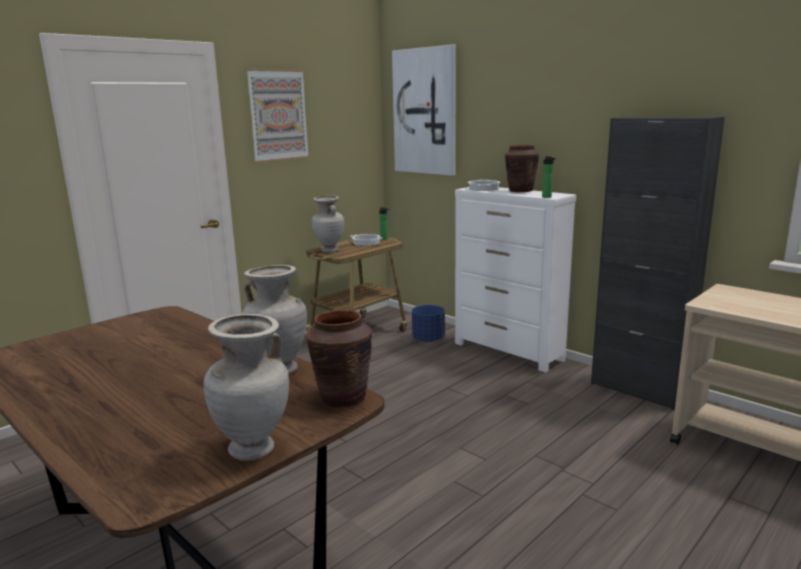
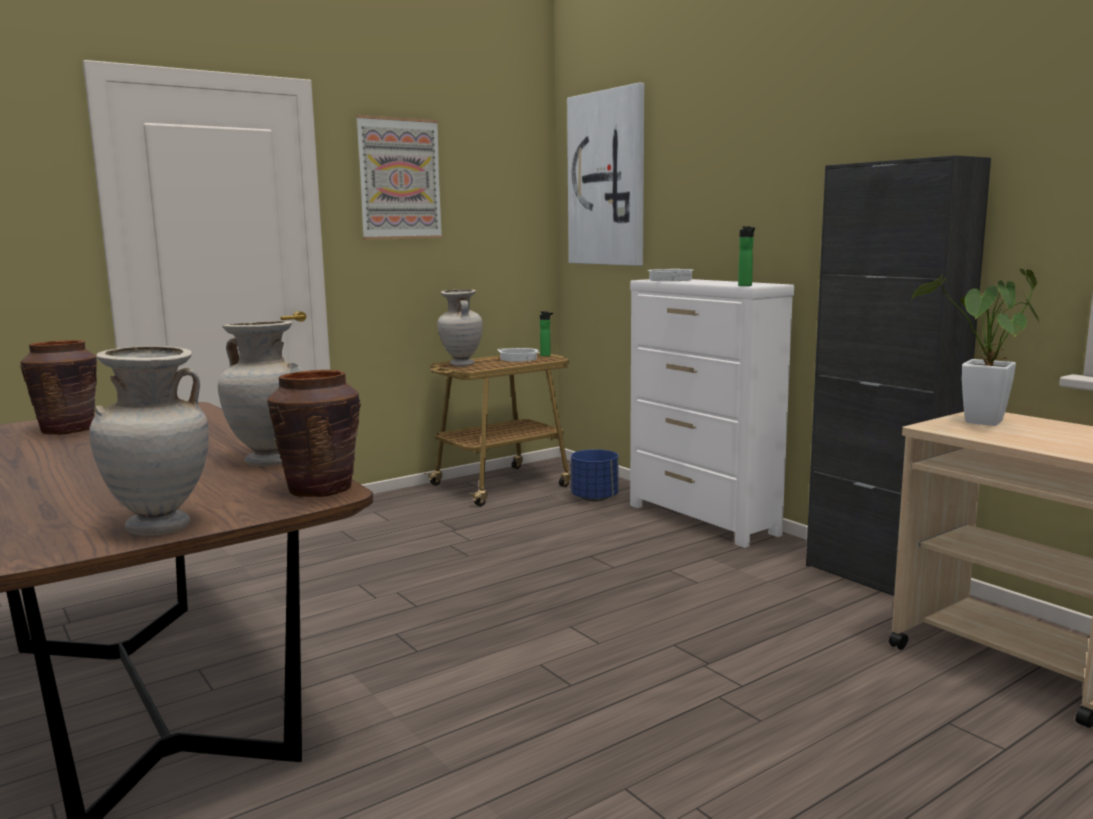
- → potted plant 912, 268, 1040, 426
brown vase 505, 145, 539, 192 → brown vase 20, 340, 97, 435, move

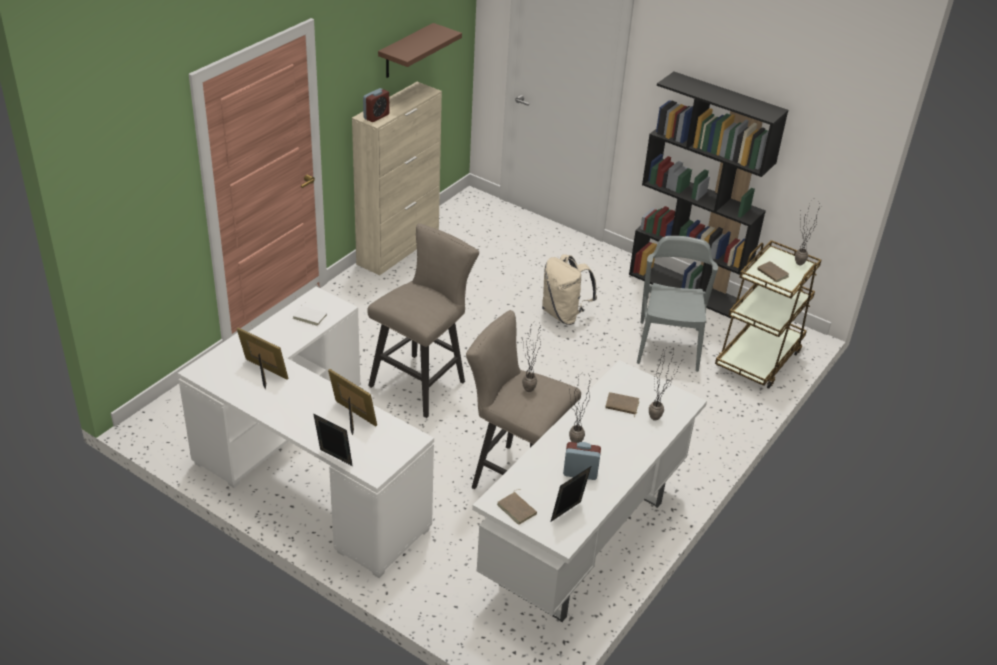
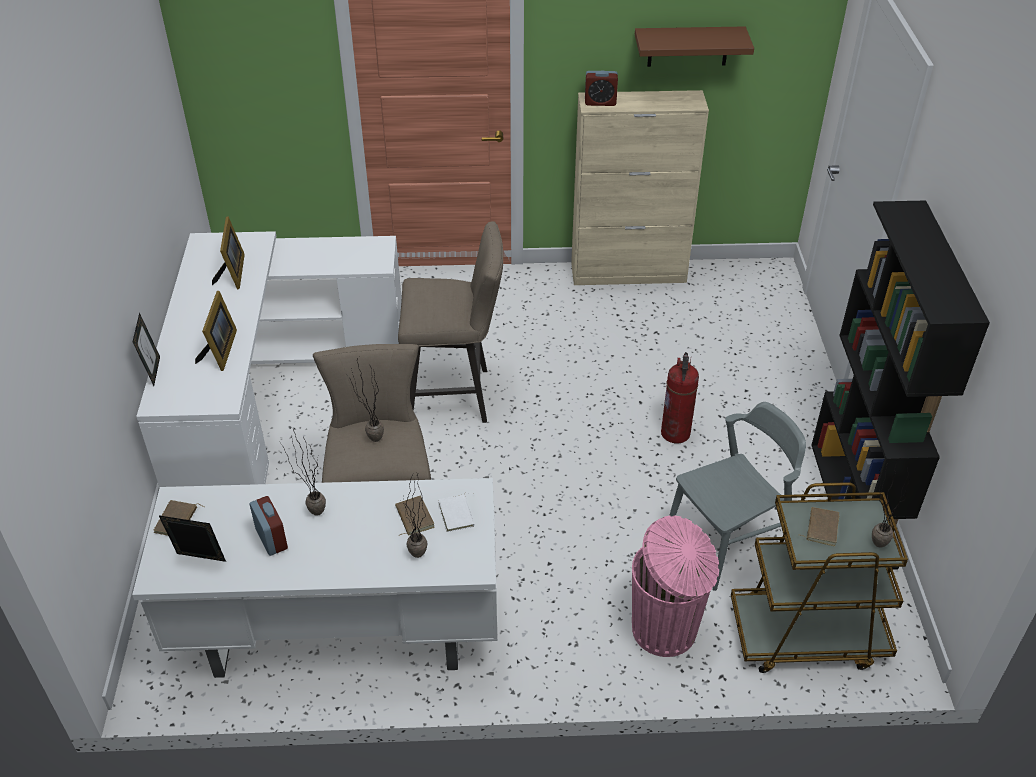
- → pink trash can 632, 515, 719, 657
white book 293, 305, 327, 326 → white book 438, 492, 474, 532, move
beige backpack 542, 254, 597, 325 → fire extinguisher 661, 352, 699, 443

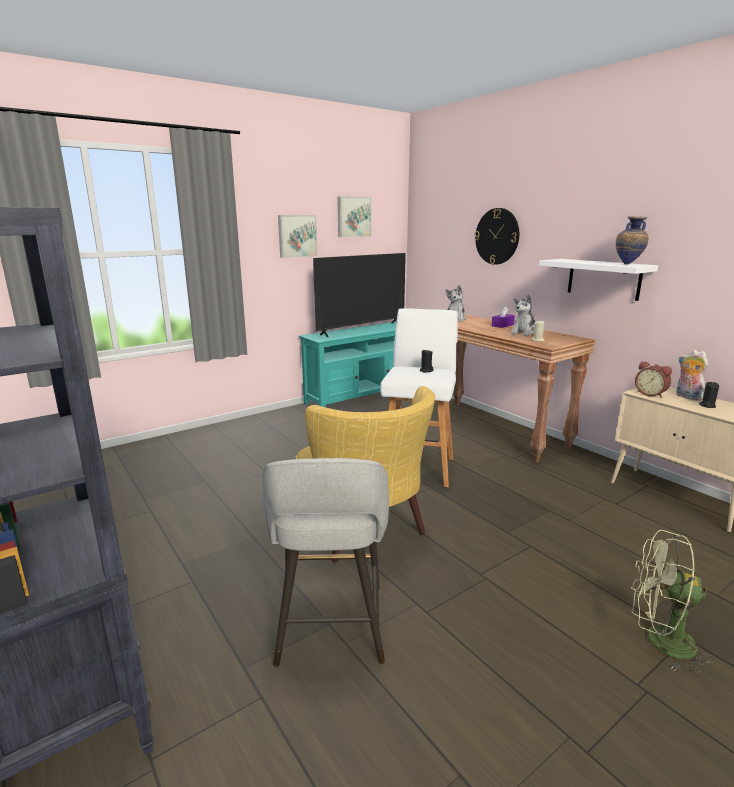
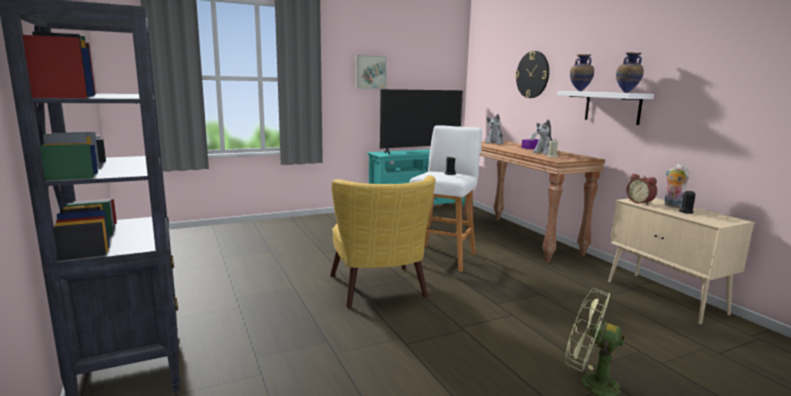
grey stool 262, 458, 389, 667 → -
picture 337, 197, 371, 237 → -
- → vase 570, 54, 594, 91

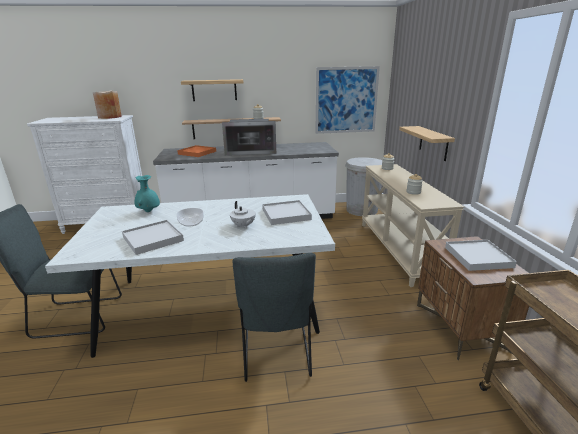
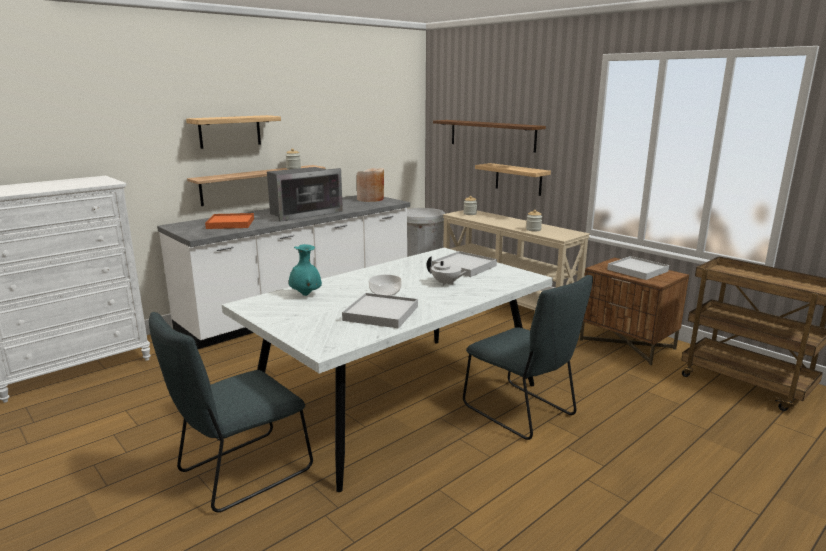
picture 315, 66, 380, 134 → -
- → shelf 433, 120, 546, 153
beige vase 93, 90, 122, 119 → beige vase 357, 168, 384, 202, move

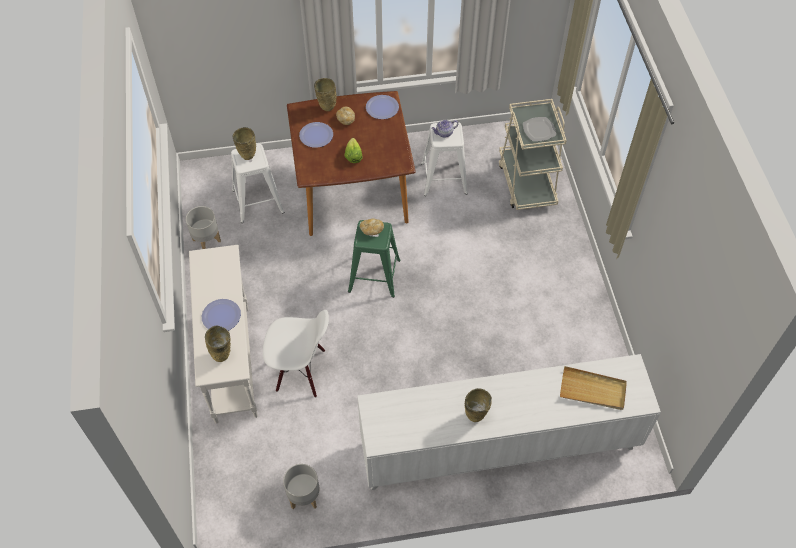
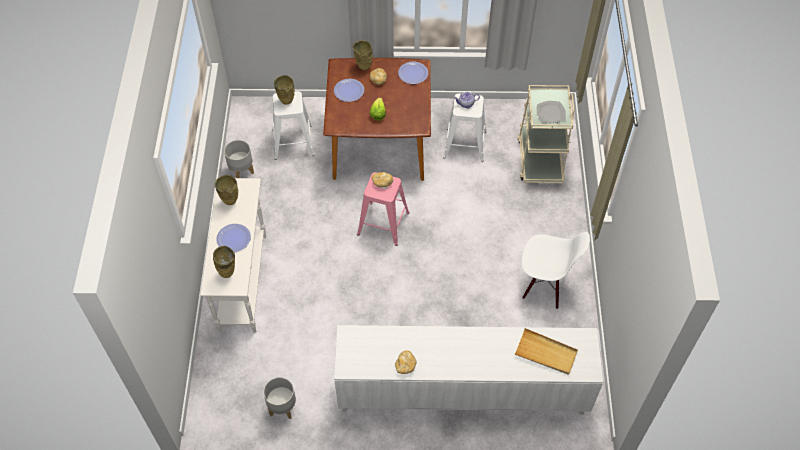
- → bread 395, 350, 417, 374
white chair 263, 310, 329, 398 → white chair 521, 232, 590, 309, move
beige vase 465, 388, 492, 422 → beige vase 215, 175, 238, 205, move
green stool 348, 220, 401, 298 → pink stool 357, 172, 410, 246

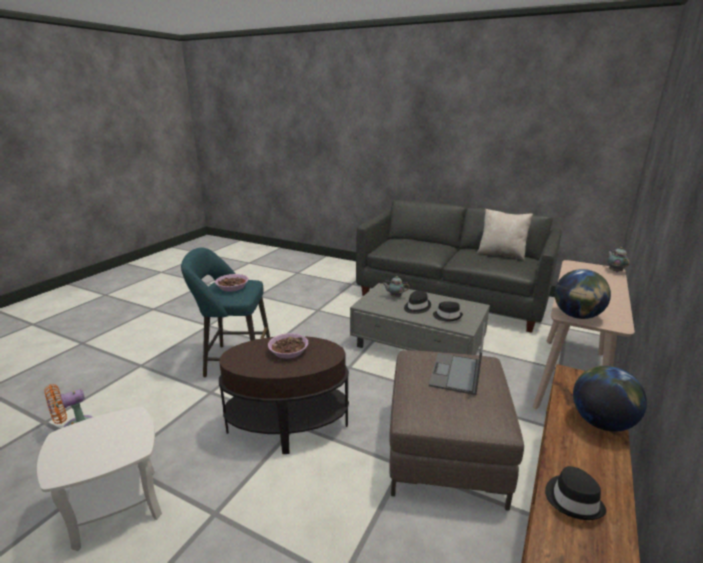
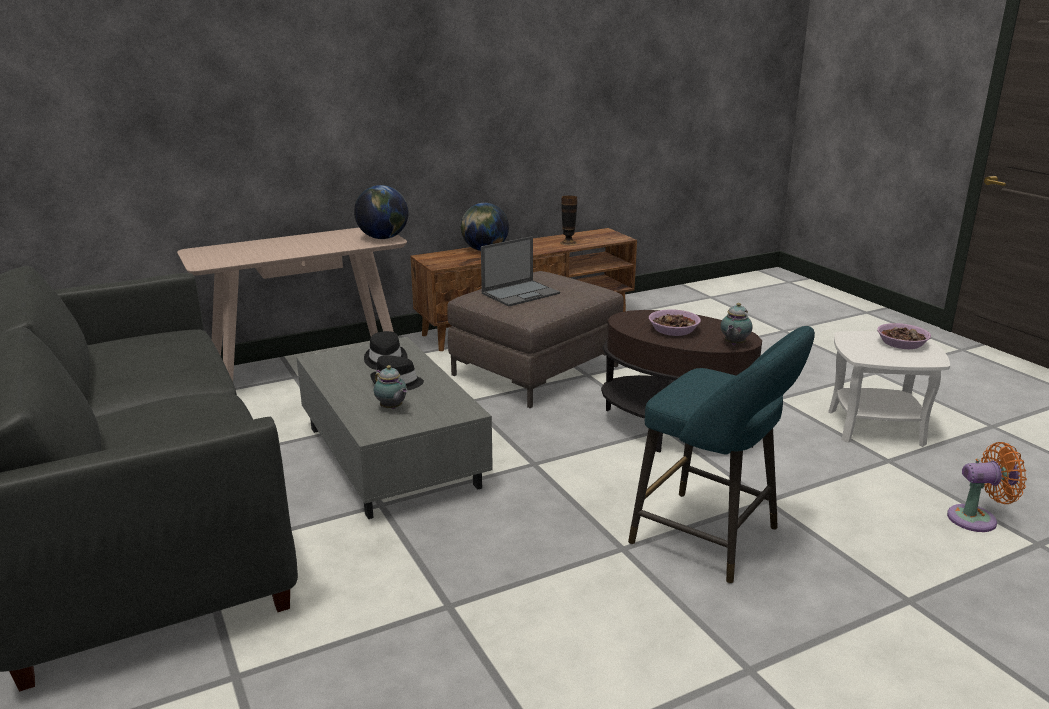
beige pillow 477, 209, 533, 260 → -
bowl 215, 274, 248, 292 → bowl 877, 323, 931, 349, move
teapot 607, 247, 629, 272 → teapot 721, 303, 753, 345, move
black hat 545, 466, 606, 520 → vase 560, 196, 577, 246

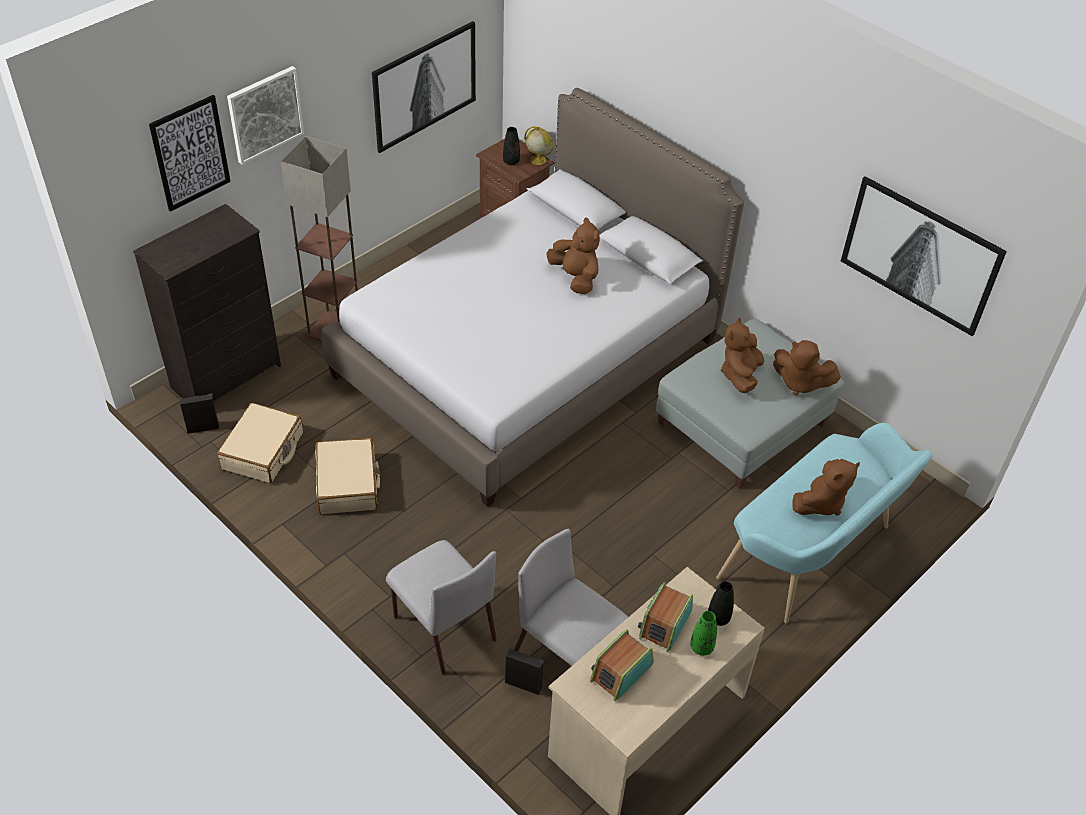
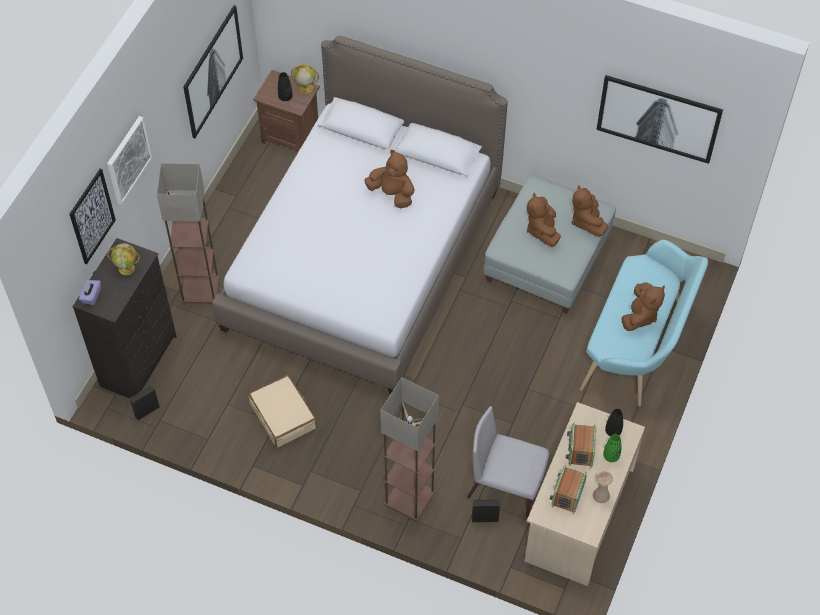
beige suitcase 217, 403, 303, 483 → -
- → purple tissue box 79, 280, 101, 305
- → globe 107, 243, 140, 275
- → beige vase 593, 471, 613, 503
grey chair 386, 540, 497, 675 → floor lamp 381, 377, 439, 521
brown plush toy 773, 340, 841, 396 → brown plush toy 572, 185, 608, 237, 75 degrees clockwise

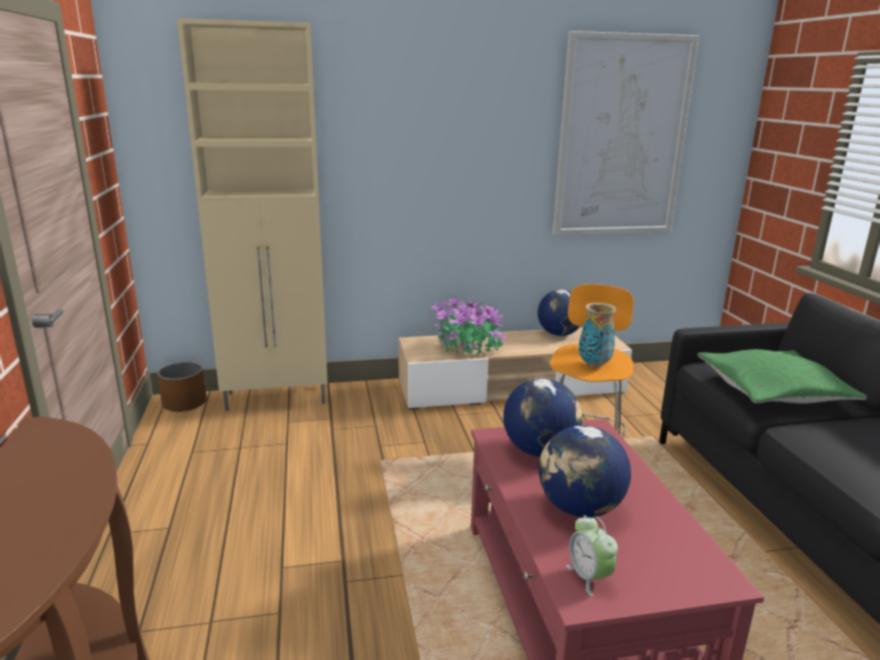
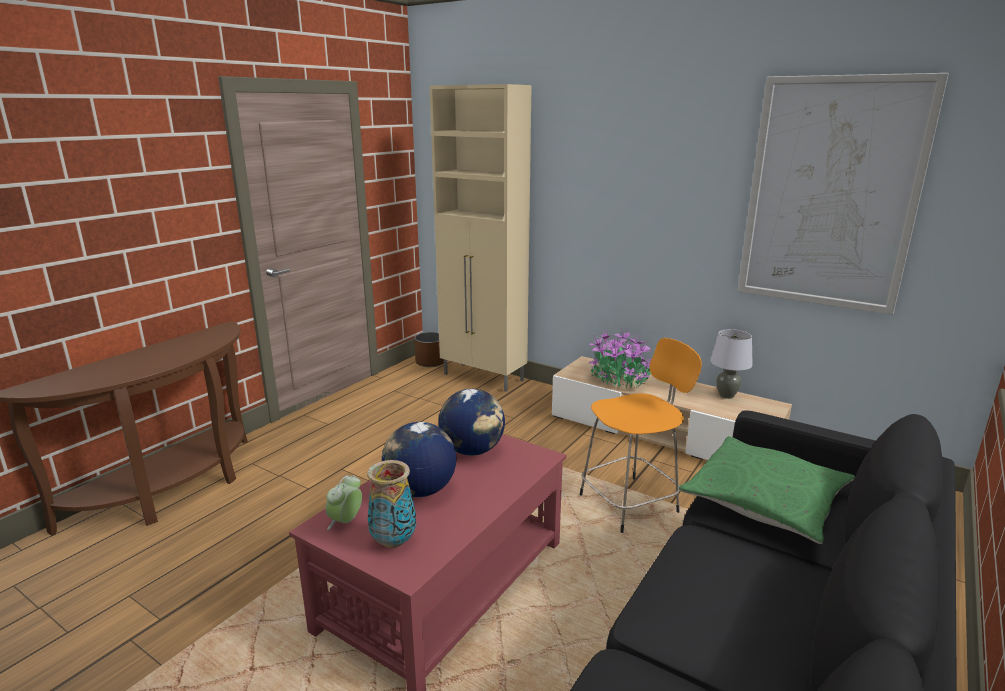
vase 579, 303, 616, 368 → vase 367, 460, 416, 548, move
globe 538, 289, 580, 336 → grey table lamp 711, 329, 753, 399

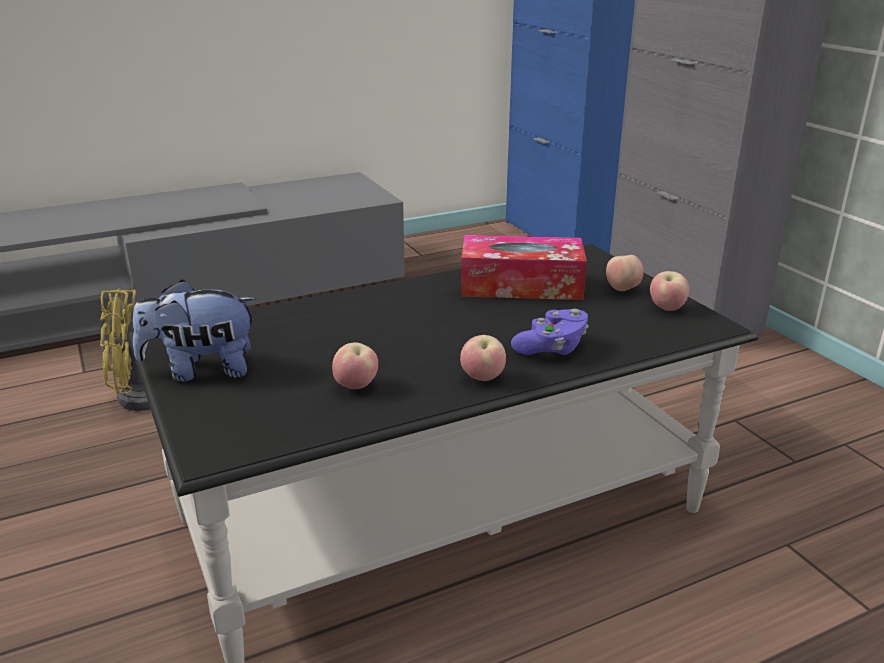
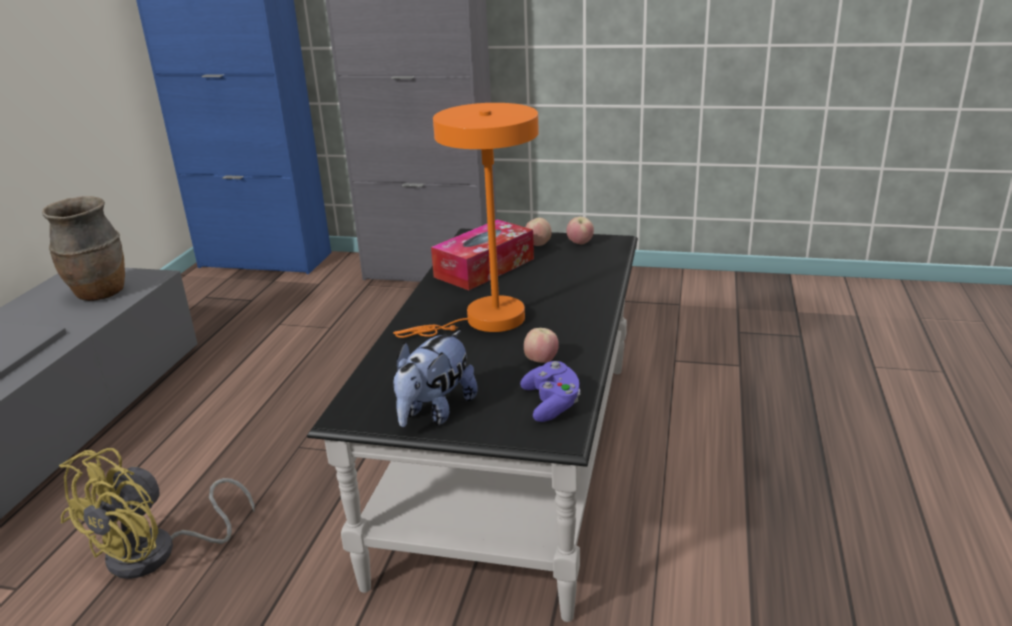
apple 460, 335, 506, 381 → -
- → brown vase 42, 196, 125, 301
- → orange table lamp 393, 103, 539, 338
purple game controller 511, 309, 589, 355 → purple game controller 520, 361, 580, 422, move

